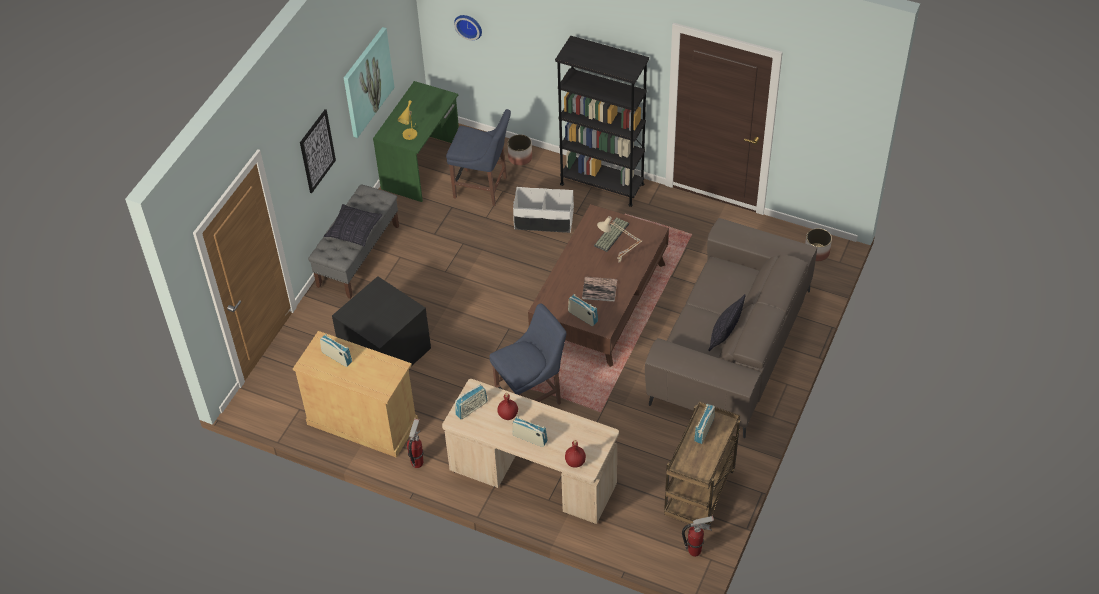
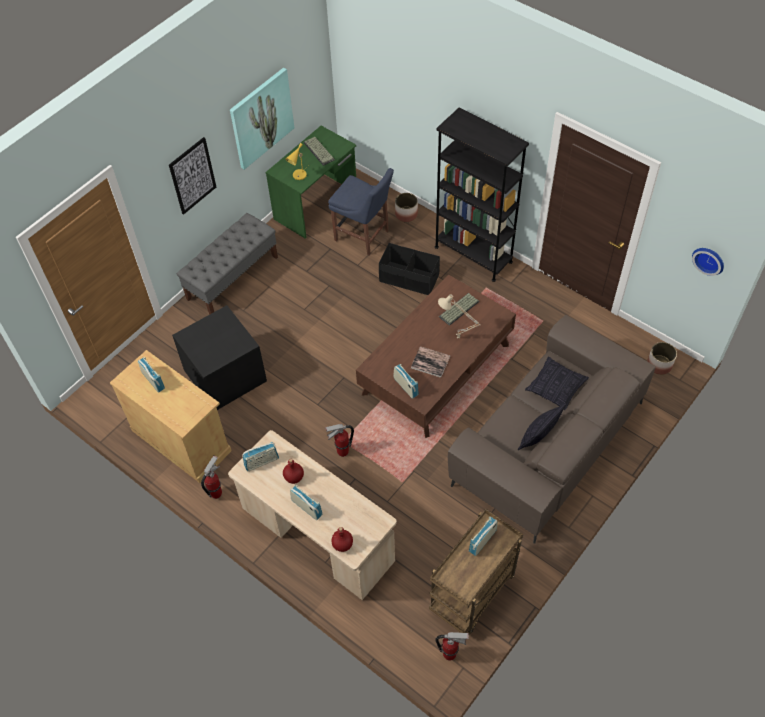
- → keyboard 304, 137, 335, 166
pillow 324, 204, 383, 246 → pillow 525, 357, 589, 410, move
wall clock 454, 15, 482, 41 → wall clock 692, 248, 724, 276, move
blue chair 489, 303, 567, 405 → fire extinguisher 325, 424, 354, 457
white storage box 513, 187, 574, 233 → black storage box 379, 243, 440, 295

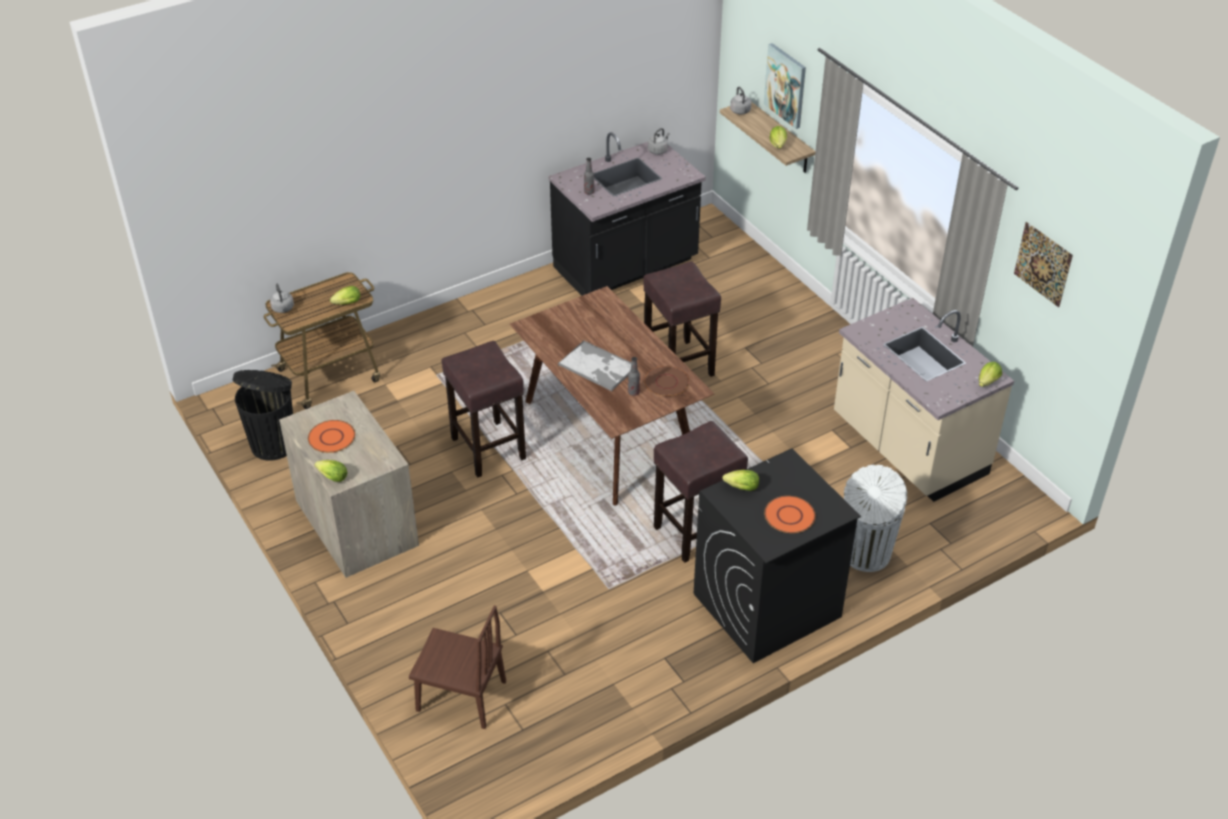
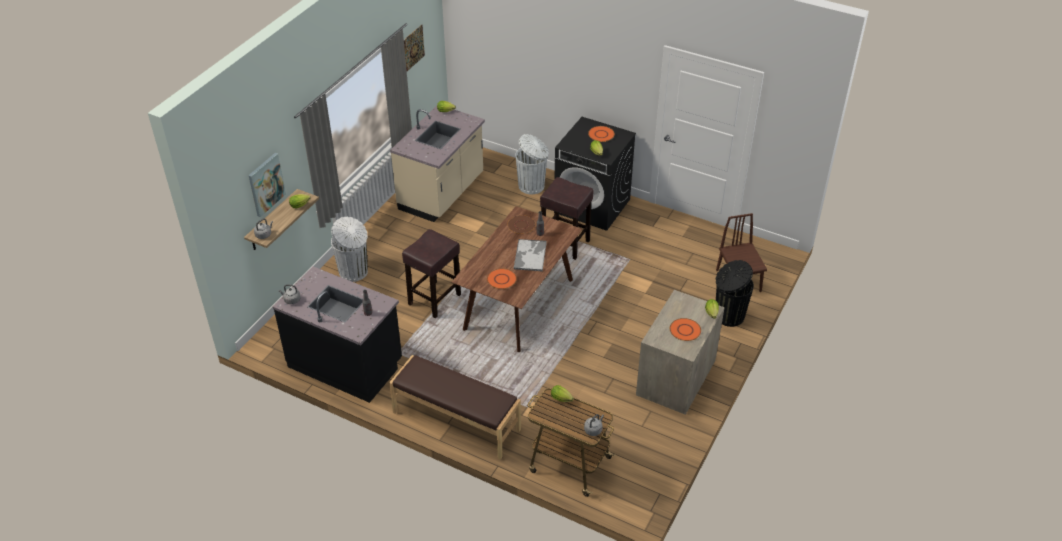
brown stool 441, 341, 526, 478 → -
- → white trash can 331, 217, 368, 282
- → brown bench 389, 355, 521, 460
- → orange plate 487, 268, 517, 289
black trash can 233, 370, 293, 461 → black trash can 715, 260, 754, 327, move

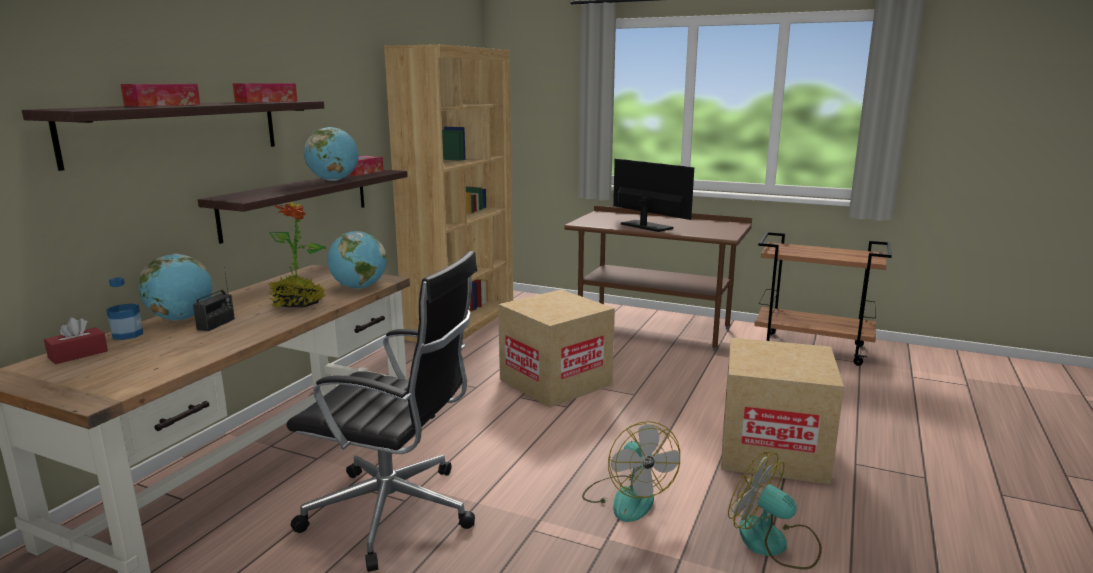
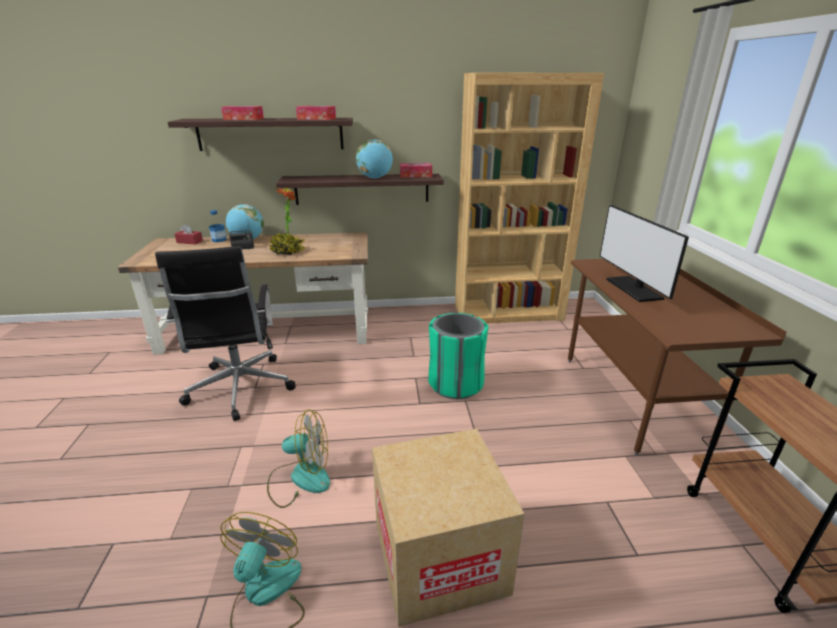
globe 328, 231, 387, 289 → -
cardboard box 498, 289, 615, 408 → green trash can 428, 313, 488, 399
fan 582, 421, 680, 522 → fan 267, 409, 330, 508, 135 degrees counterclockwise
monitor 613, 159, 694, 232 → monitor 600, 205, 689, 302, 150 degrees clockwise

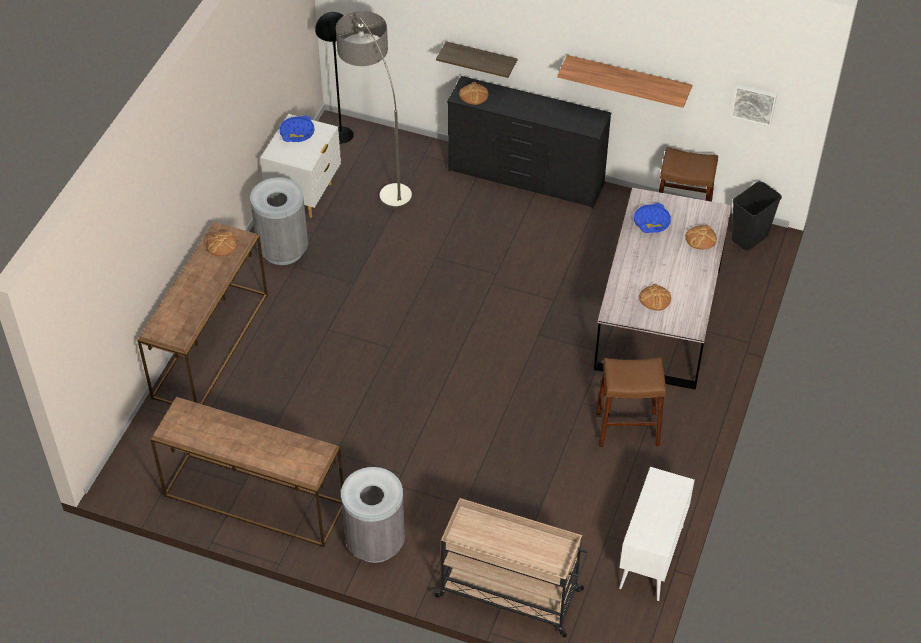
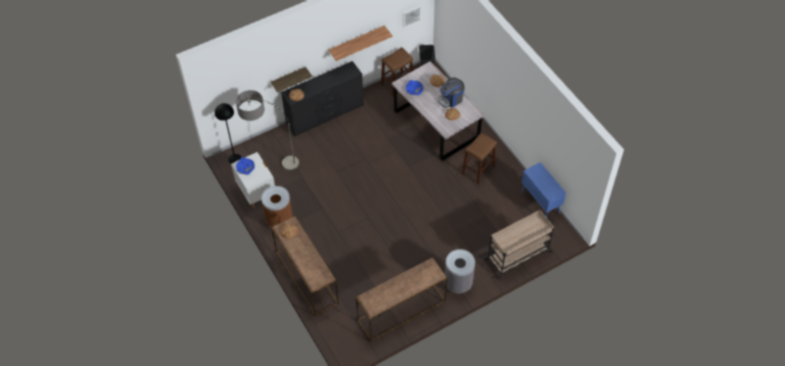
- → coffee machine 438, 78, 465, 108
grey trash can 250, 177, 308, 265 → brown trash can 261, 186, 293, 227
white cabinet 619, 467, 695, 601 → blue cabinet 521, 162, 566, 218

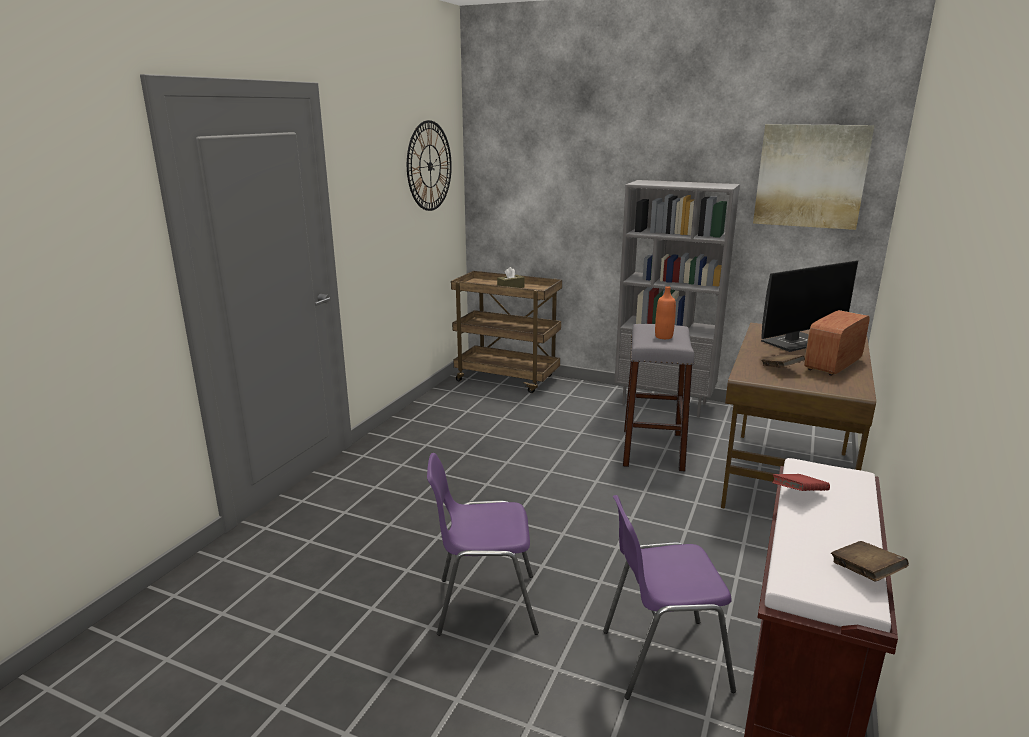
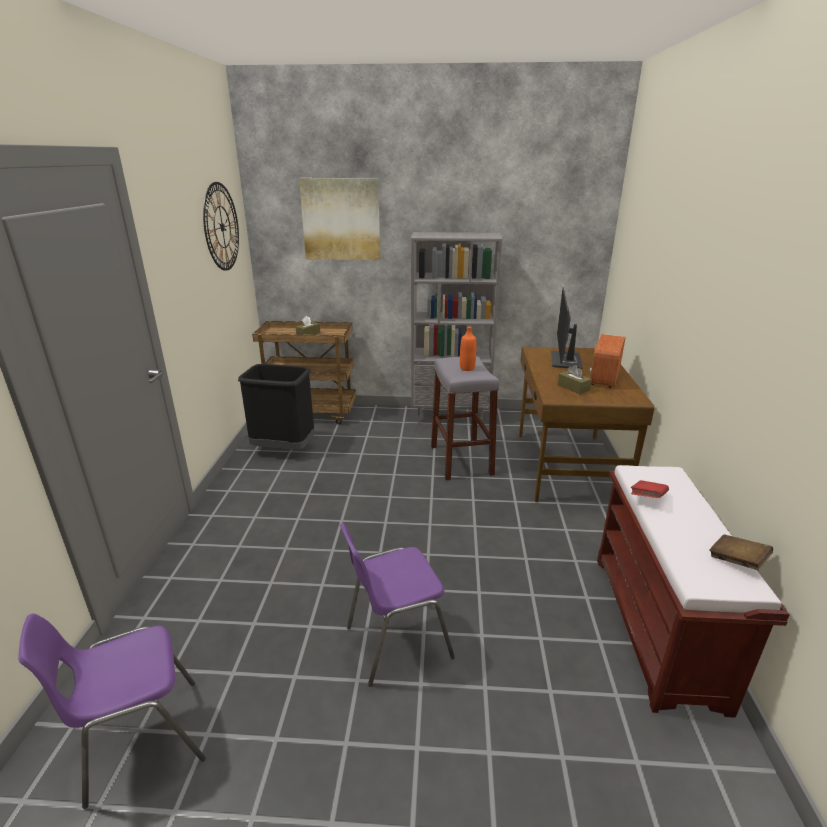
- → black trash can 238, 364, 315, 450
purple chair 603, 495, 736, 700 → purple chair 18, 613, 206, 809, move
picture 753, 124, 875, 230 → picture 299, 178, 380, 260, move
brown book 761, 354, 805, 368 → brown tissue box 558, 365, 592, 394
monitor 761, 260, 858, 352 → monitor 551, 288, 583, 369, 150 degrees clockwise

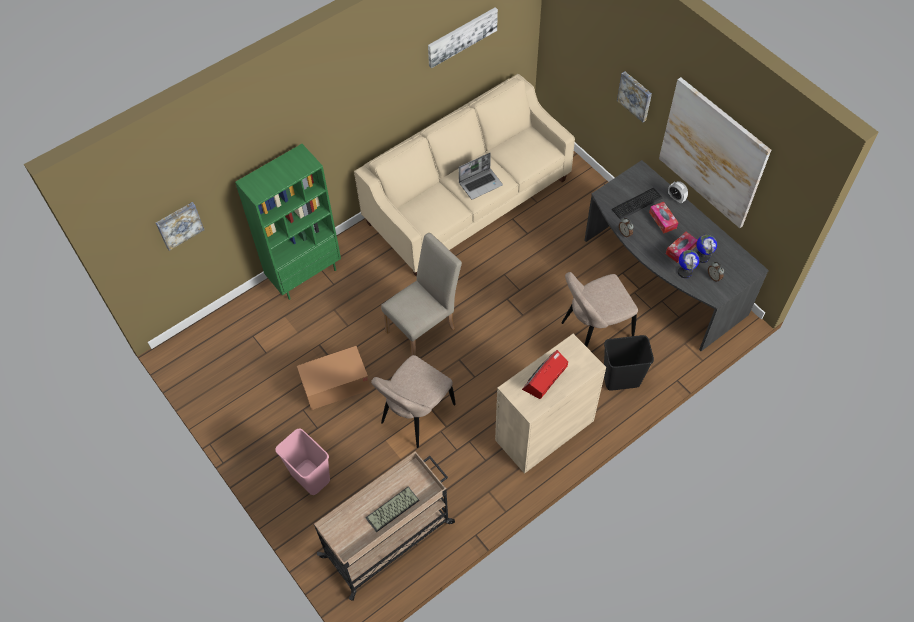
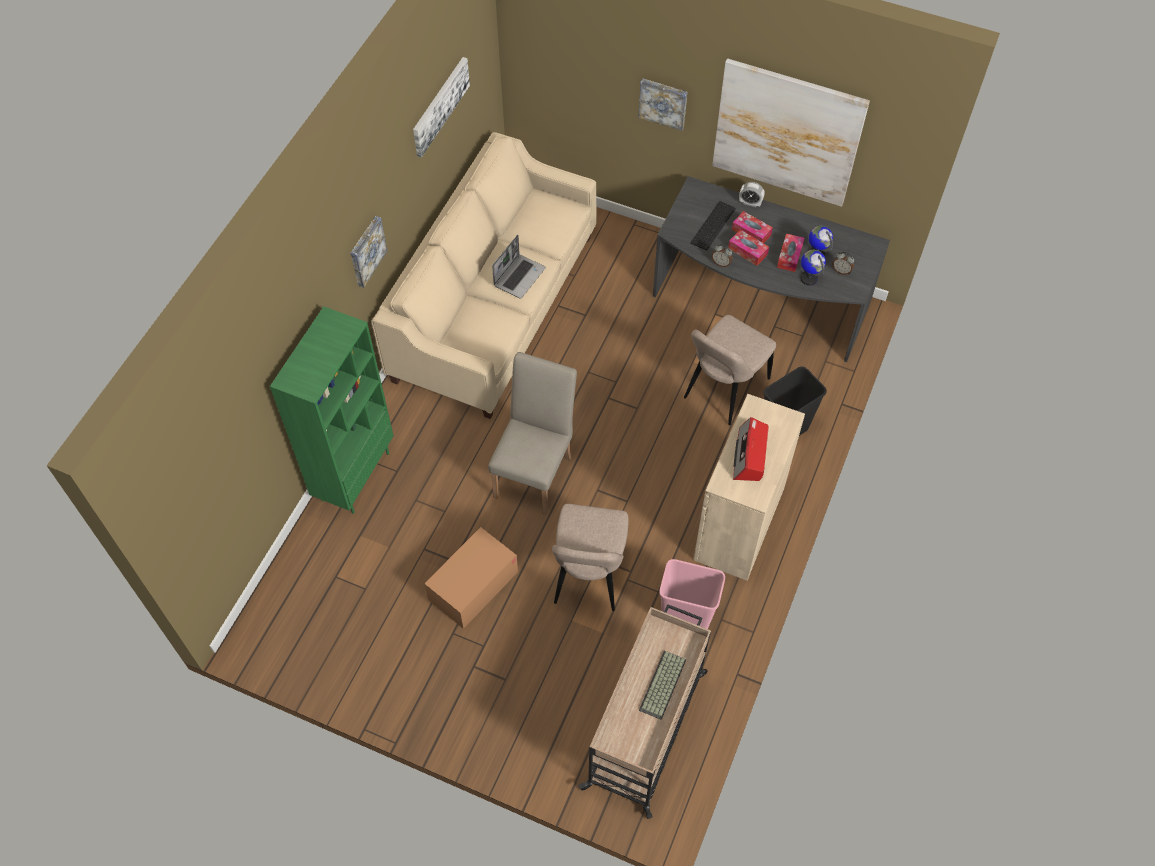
- → tissue box 728, 230, 769, 266
picture 156, 202, 204, 251 → picture 351, 216, 388, 288, move
pink trash can 275, 428, 330, 495 → pink trash can 659, 559, 725, 629, move

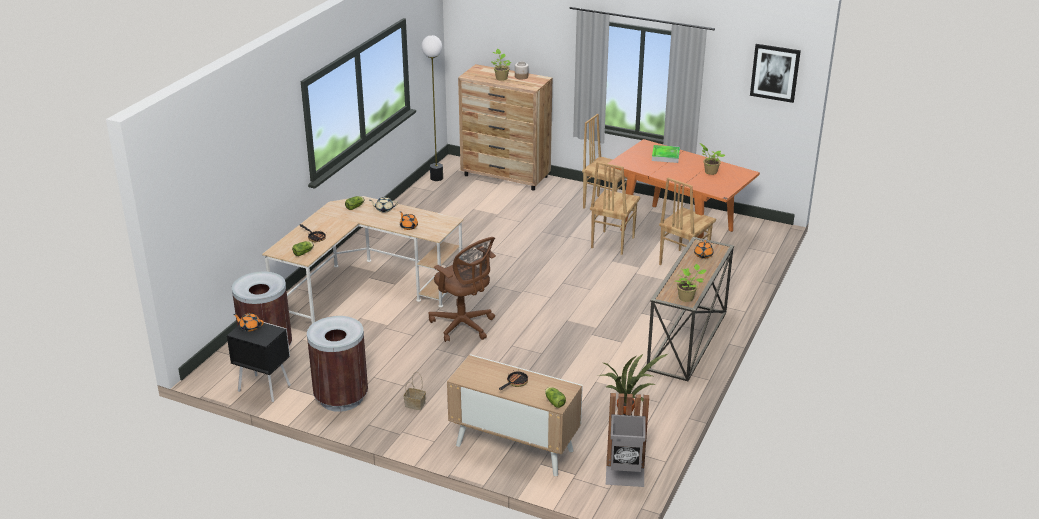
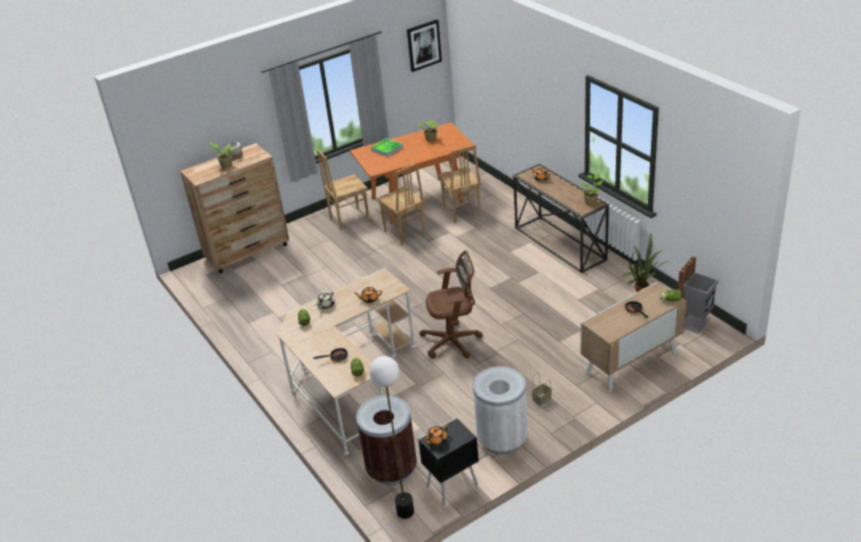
floor lamp 421, 35, 443, 181 → floor lamp 369, 356, 414, 519, move
brown trash can 307, 316, 368, 412 → white trash can 473, 366, 528, 455

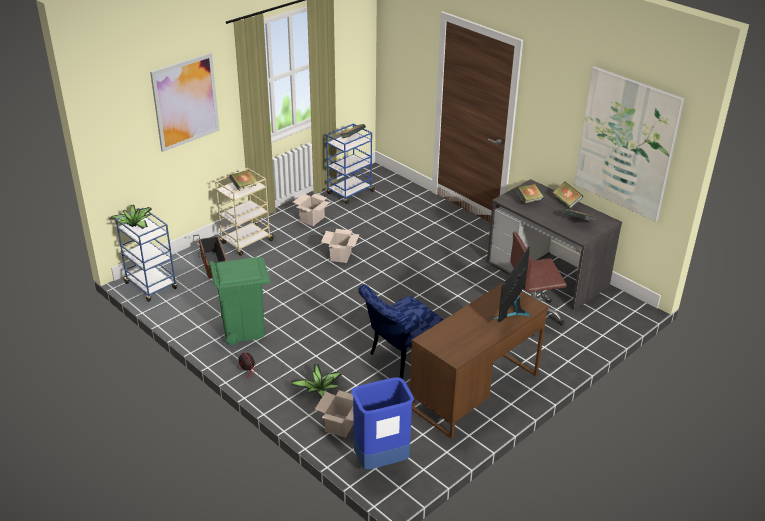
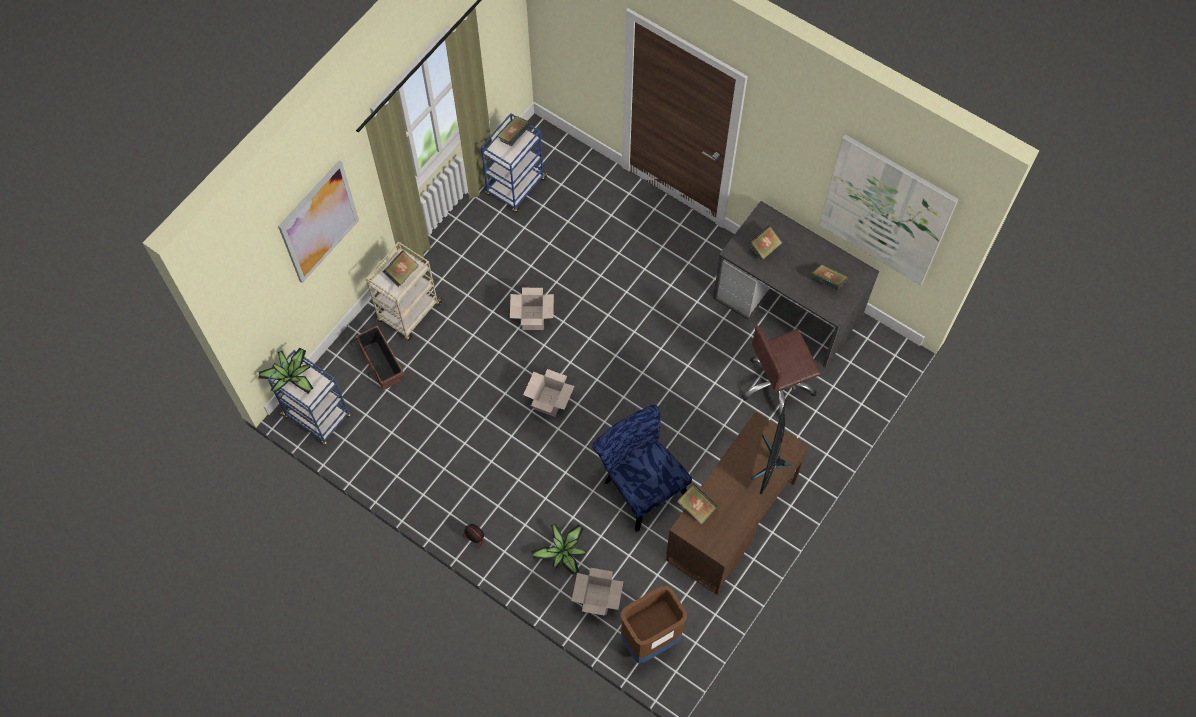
green trash can 209, 257, 270, 345 → -
cardboard box 293, 193, 330, 226 → cardboard box 523, 369, 575, 417, move
book 553, 182, 583, 209 → book 677, 484, 718, 524, move
blue trash can 352, 377, 414, 469 → brown trash can 621, 586, 687, 663
blue chair 358, 284, 443, 379 → blue chair 592, 405, 692, 532, 105 degrees clockwise

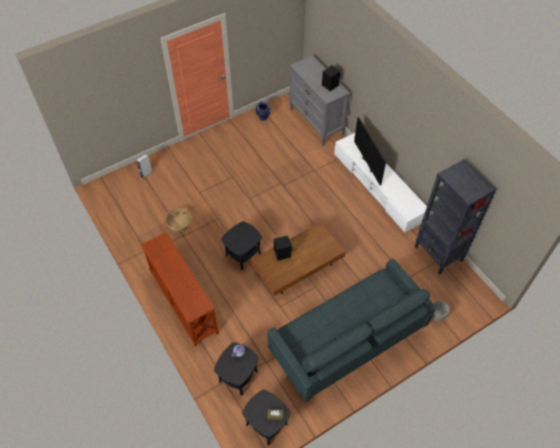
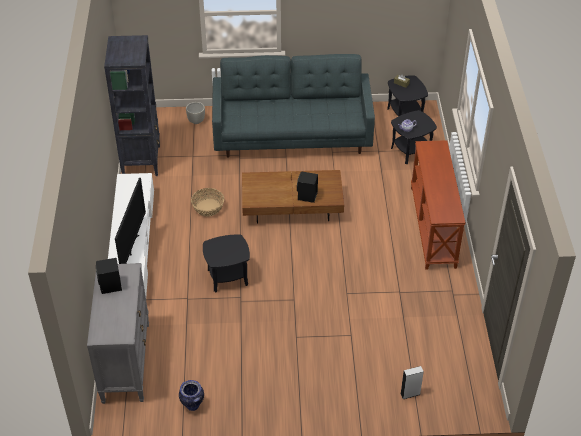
basket 165, 208, 192, 232 → basket 191, 188, 224, 216, move
black side table 221, 221, 262, 270 → black side table 203, 234, 250, 292, move

